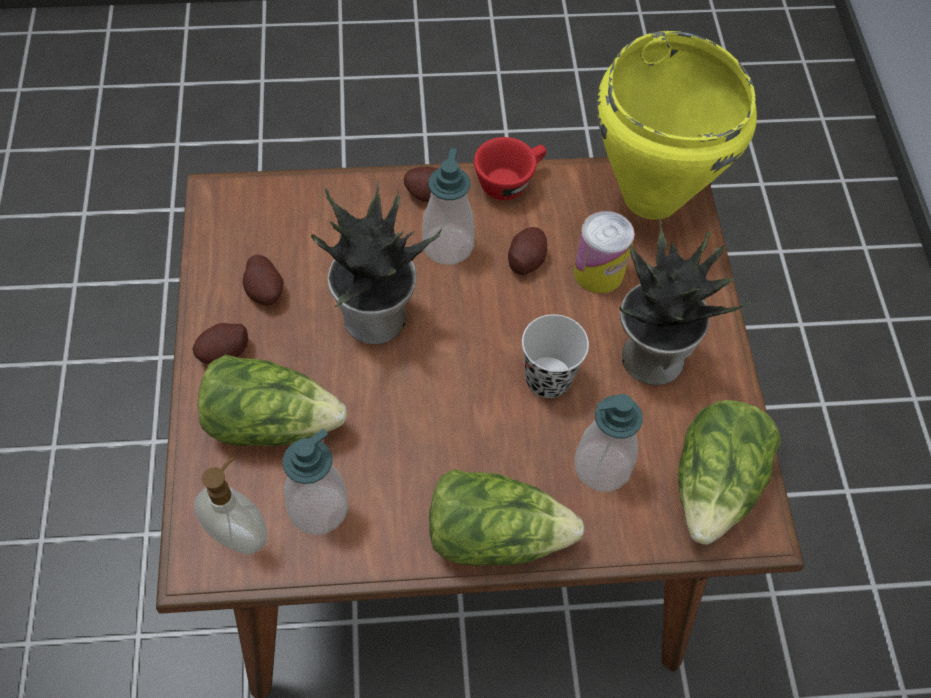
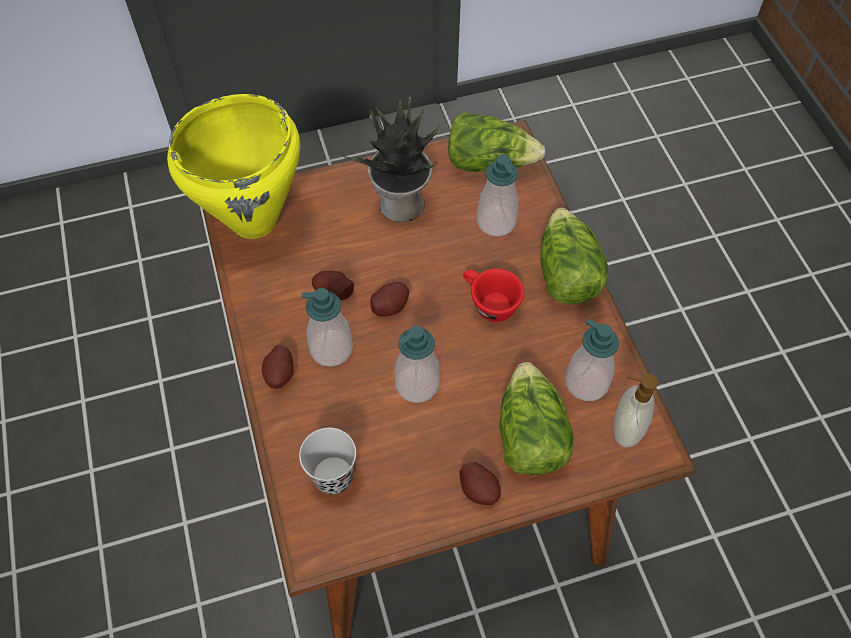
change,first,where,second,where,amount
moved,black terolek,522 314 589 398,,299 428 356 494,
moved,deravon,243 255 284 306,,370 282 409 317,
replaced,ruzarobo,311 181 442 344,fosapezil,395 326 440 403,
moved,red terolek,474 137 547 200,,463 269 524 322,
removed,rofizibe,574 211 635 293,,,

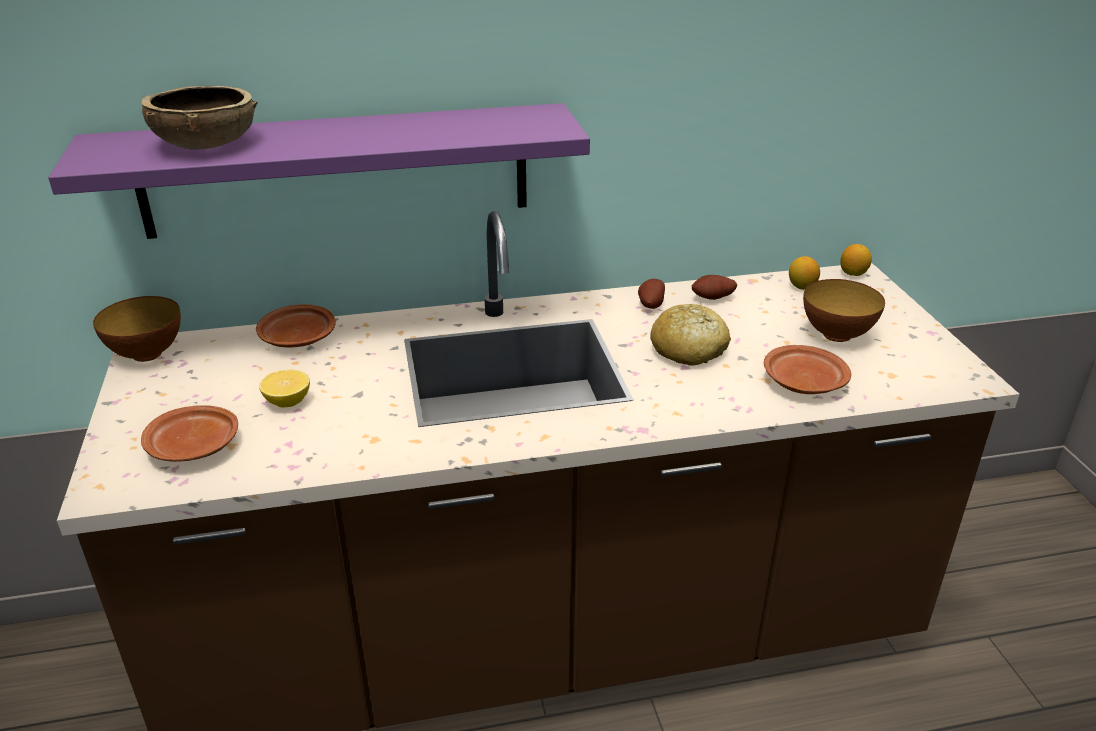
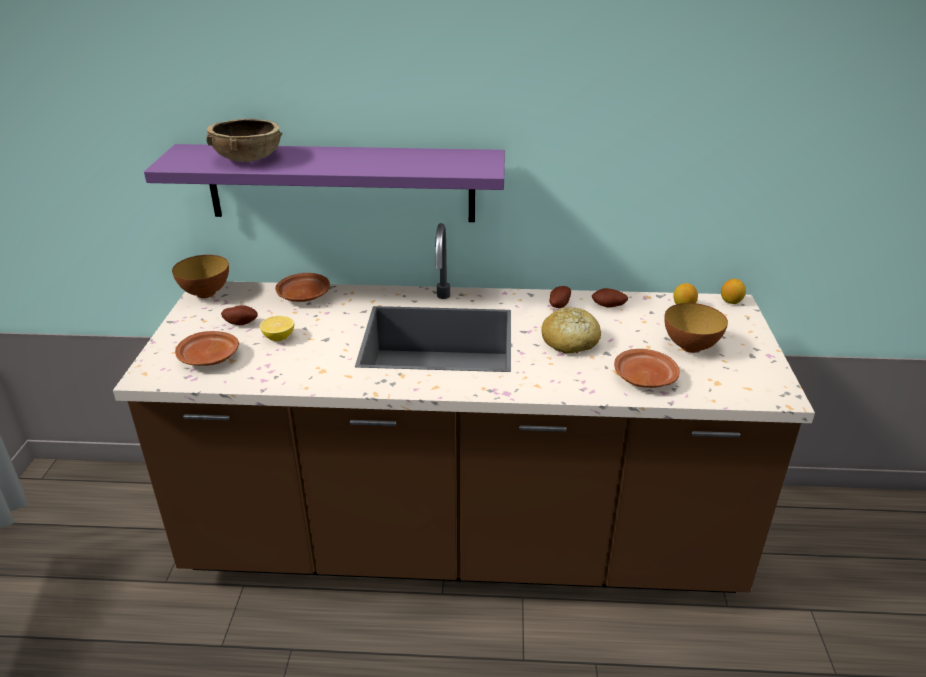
change,first,where,second,where,amount
added,,,deravon,221 305 258 325,

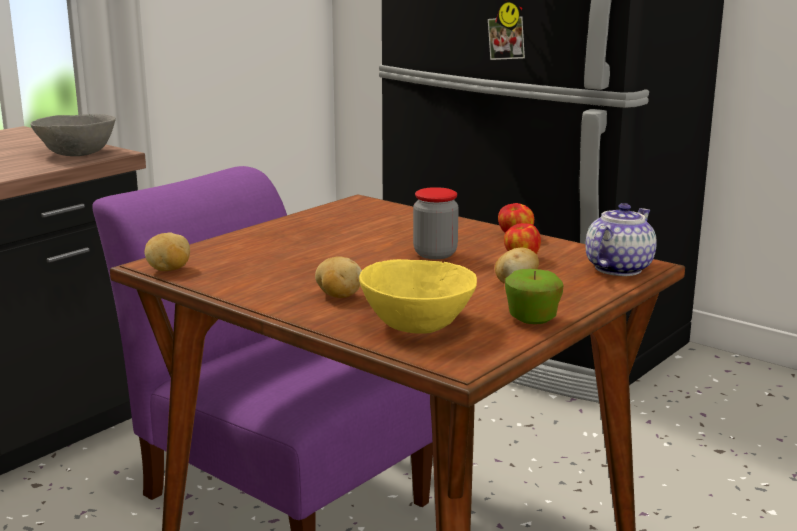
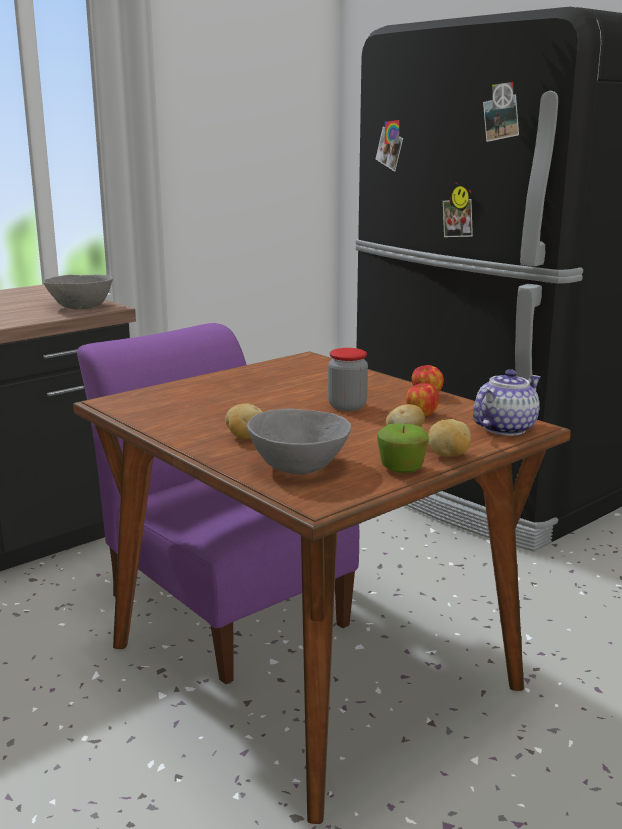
change,first,where,second,where,amount
recoloured,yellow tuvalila,359 259 477 334,grey tuvalila,247 409 351 474,
moved,deravon,145 232 190 271,,428 419 471 457,

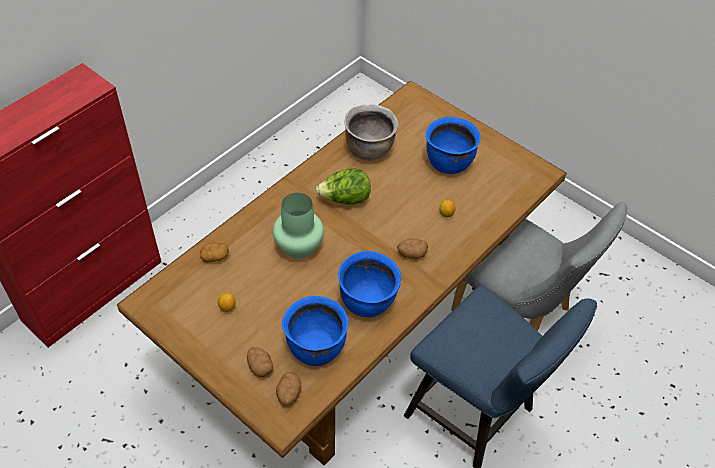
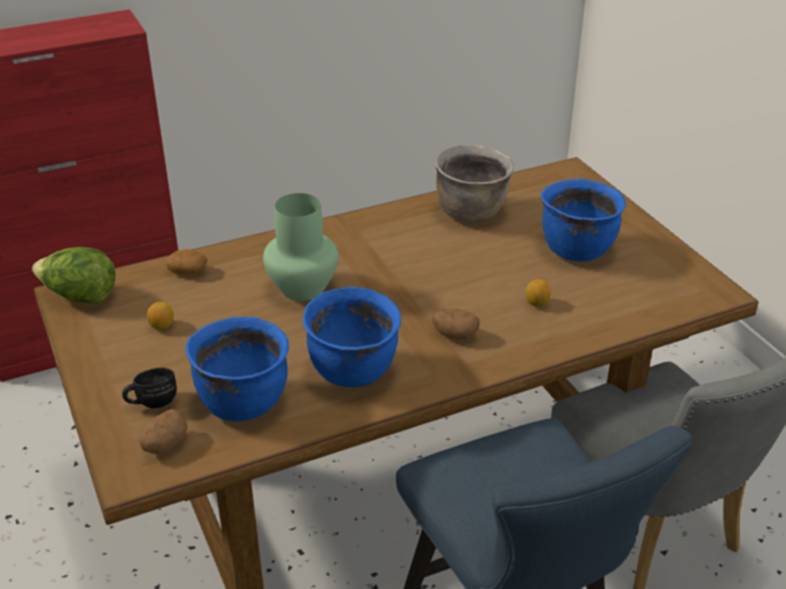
change,first,where,second,where,amount
moved,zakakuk,316 168 370 205,,32 247 116 303,
replaced,deravon,247 347 273 377,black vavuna,122 368 177 408,

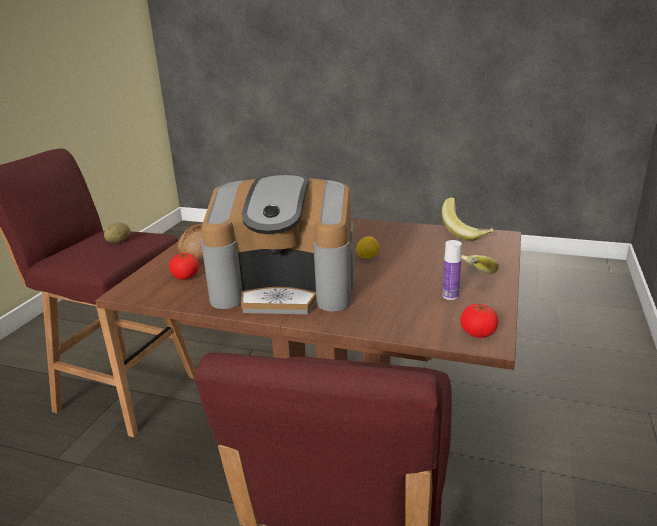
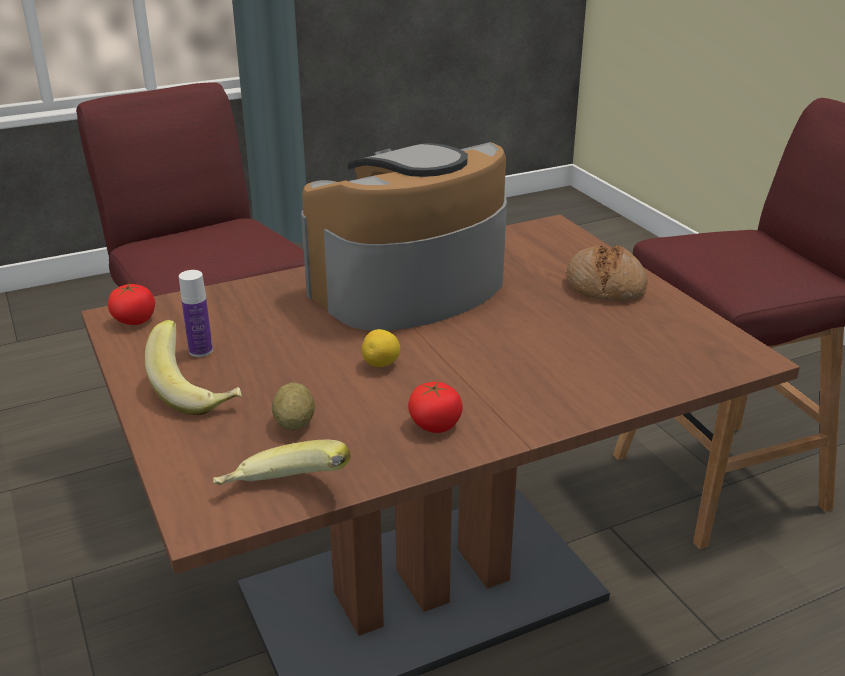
change,first,where,second,where,amount
moved,deravon,104 222 130 243,,272 382 315 430,
moved,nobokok,169 253 199 280,,408 381 463 433,

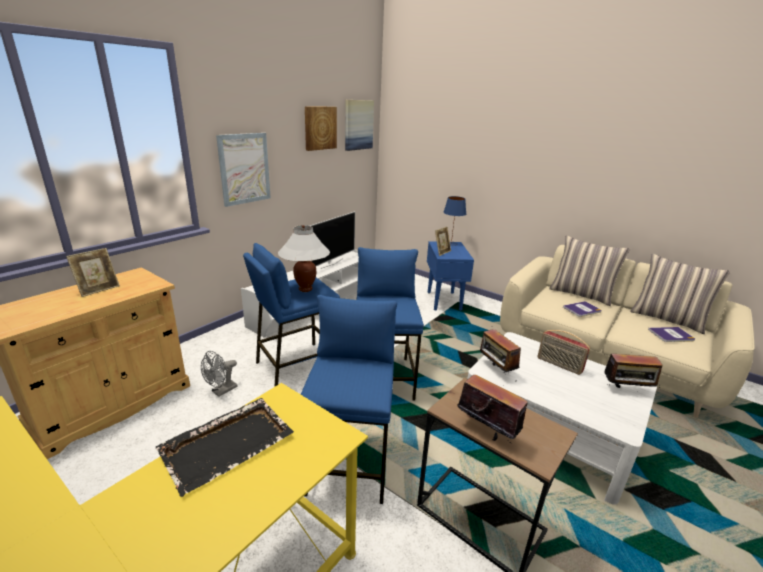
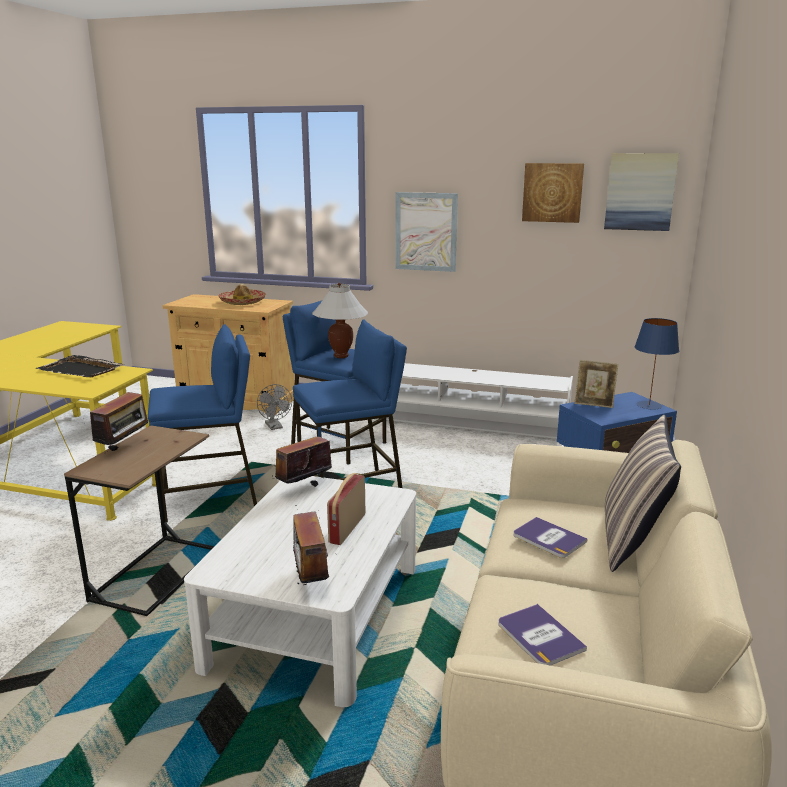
change,first,where,second,where,amount
replaced,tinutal,66 248 120 297,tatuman,218 284 266 305,
turned,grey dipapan,201 351 238 397,,257 384 292 430,135 degrees counterclockwise
removed,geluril,310 211 355 269,,,
removed,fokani,630 253 731 334,,,

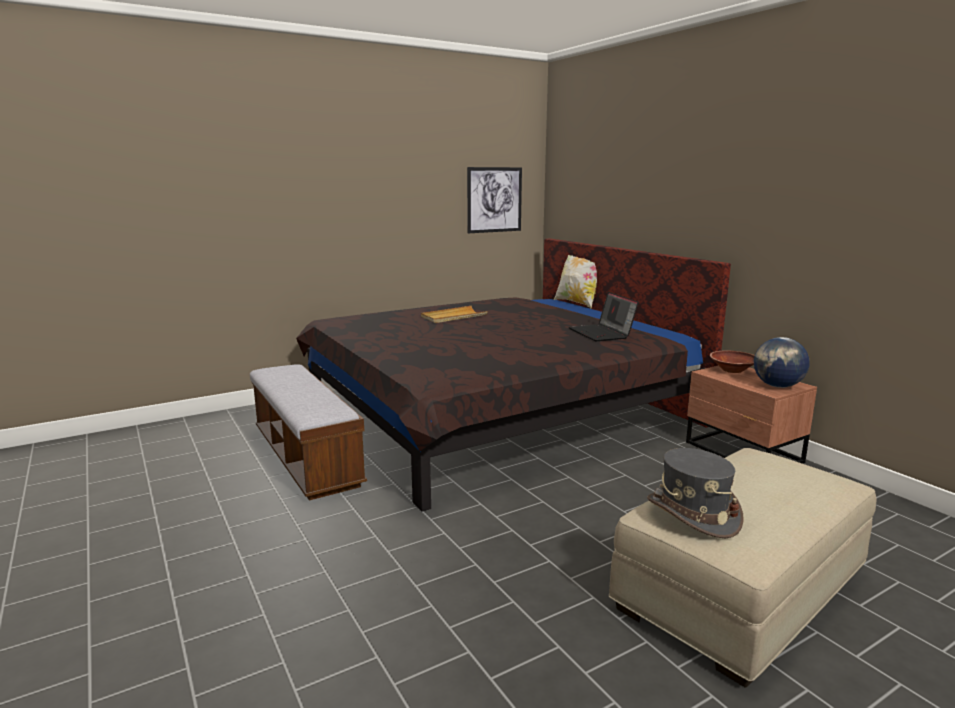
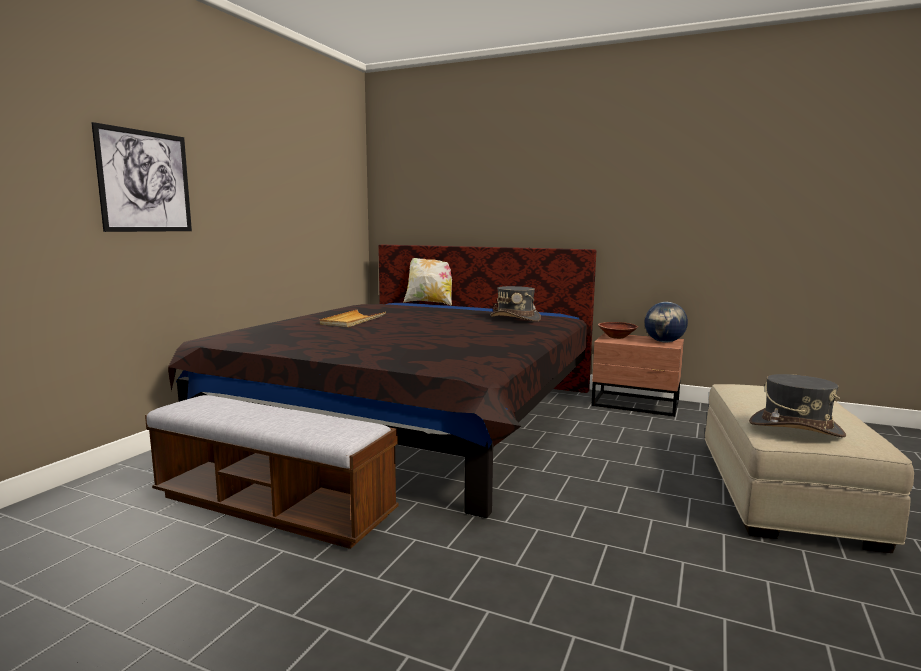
change,first,where,second,where,amount
moved,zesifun,467 167 522 233,,91 122 192 232,
replaced,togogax,569 292 639 341,grey tatuman,490 286 541 322,

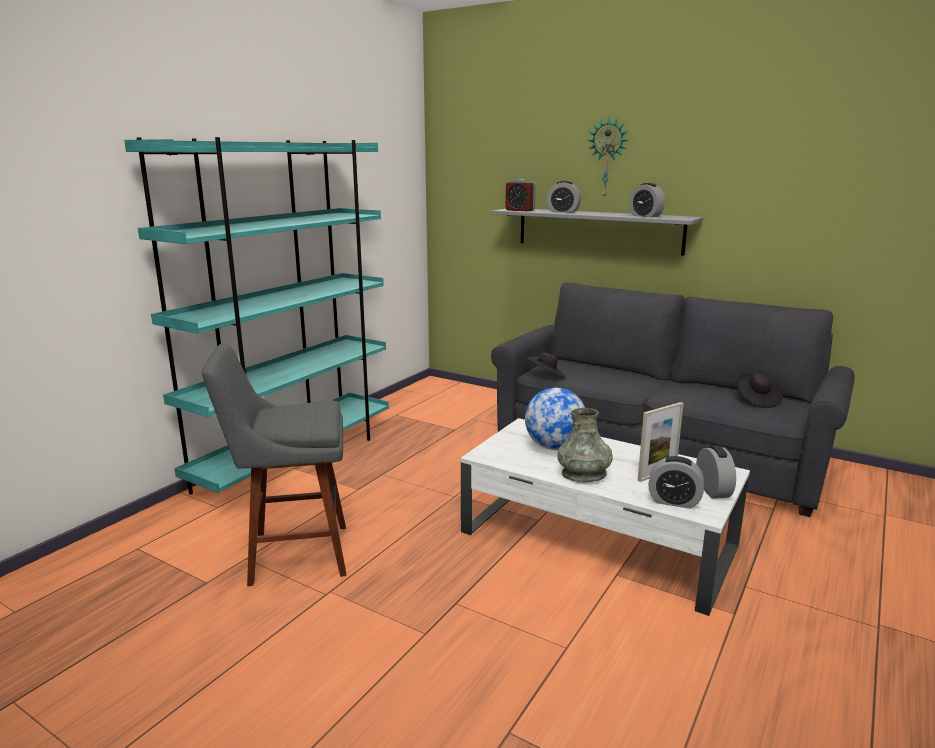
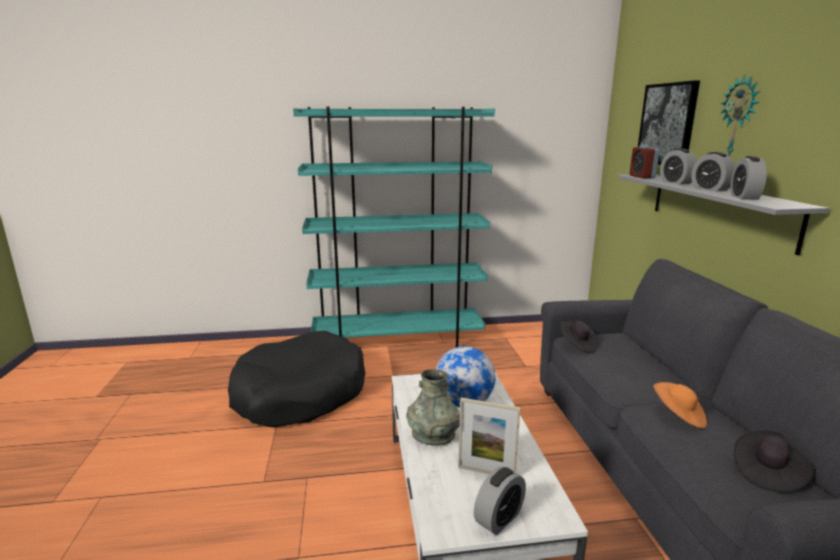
change,first,where,second,where,amount
replaced,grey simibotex,202 343 346 586,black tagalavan,228 331 366 427,
added,,,zesifun,638 80 700 165,
added,,,orange tatuman,653 382 707 428,
moved,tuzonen,648 456 704 509,,691 152 735 192,

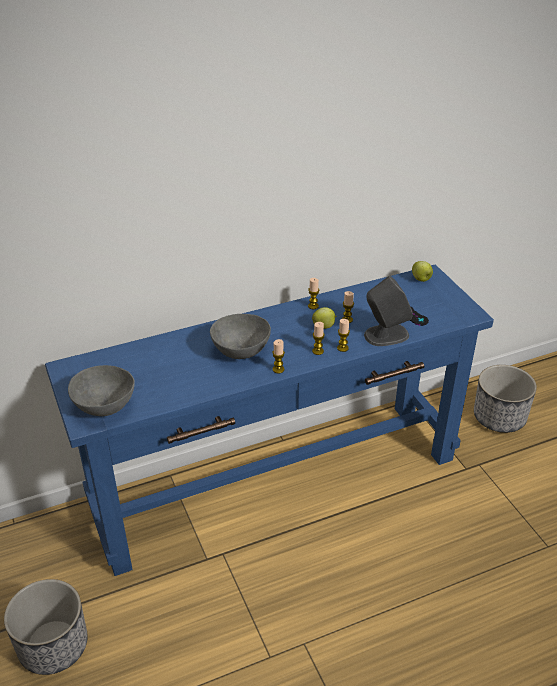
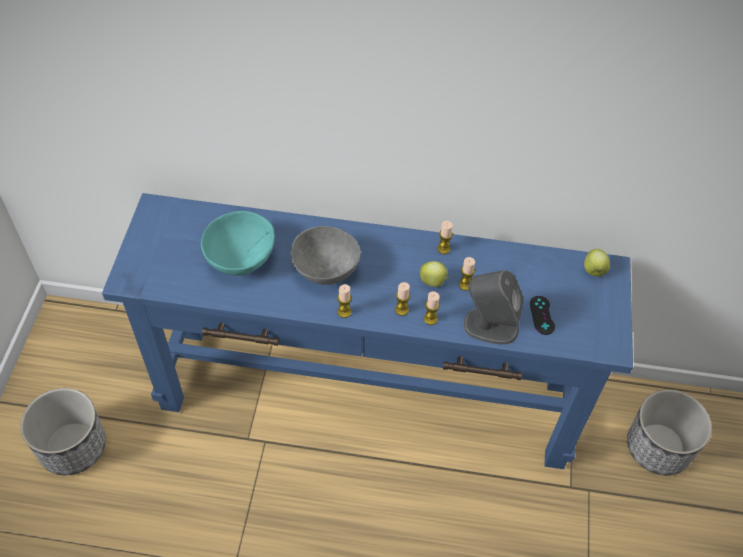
change,first,where,second,where,amount
added,,,turquoise tuvalila,201 211 275 276,
removed,grey tuvalila,68 365 135 416,,,

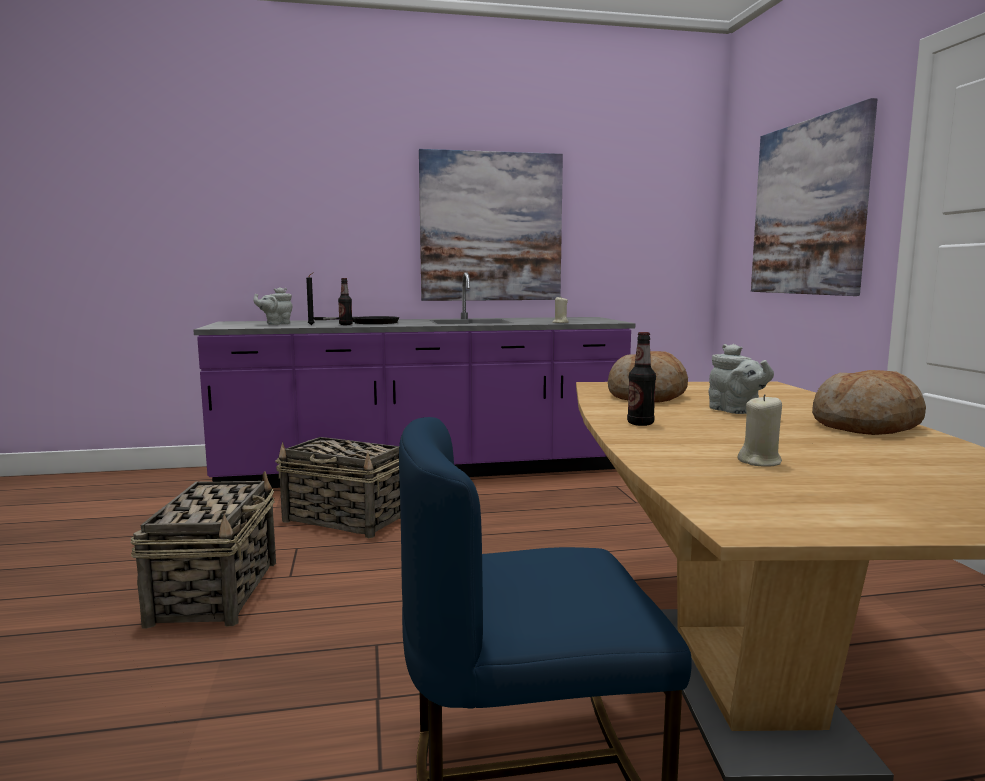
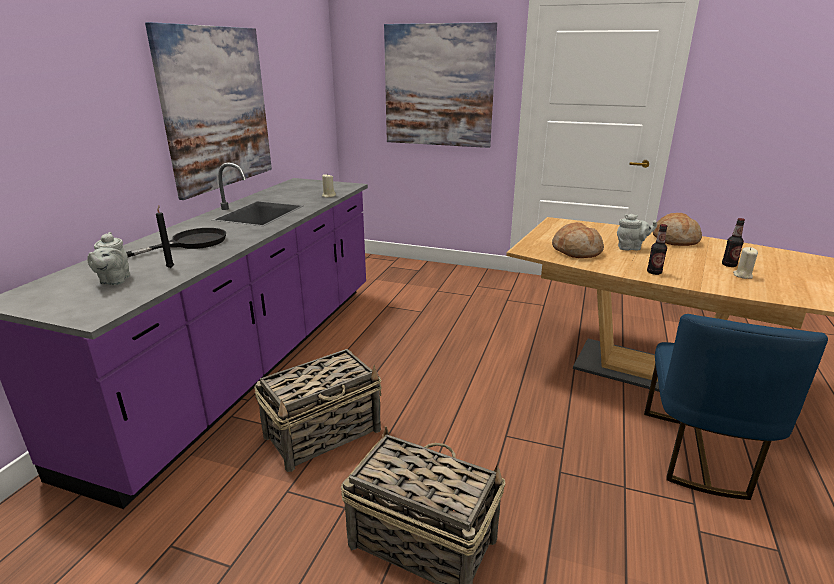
change,first,where,second,where,amount
moved,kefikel,338 278 353 325,,722 218 745 267,

